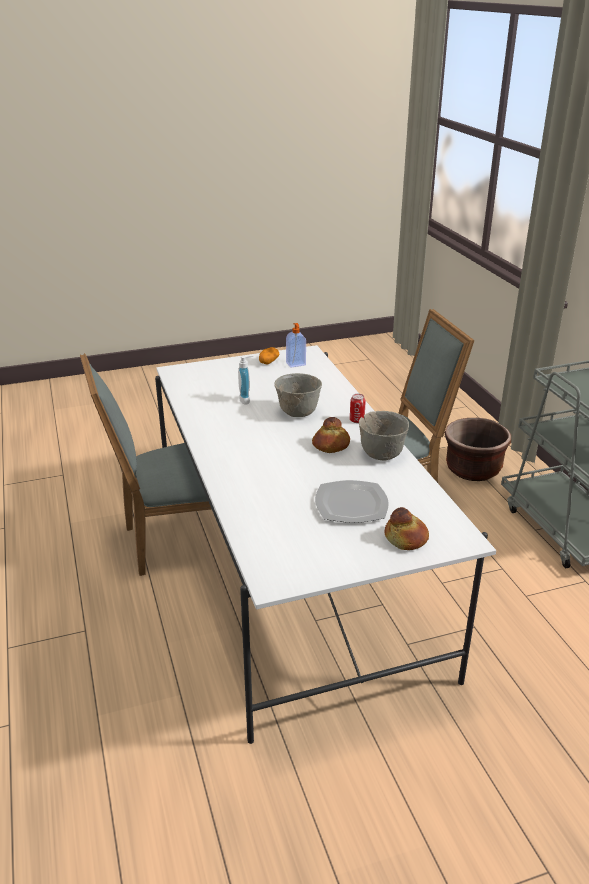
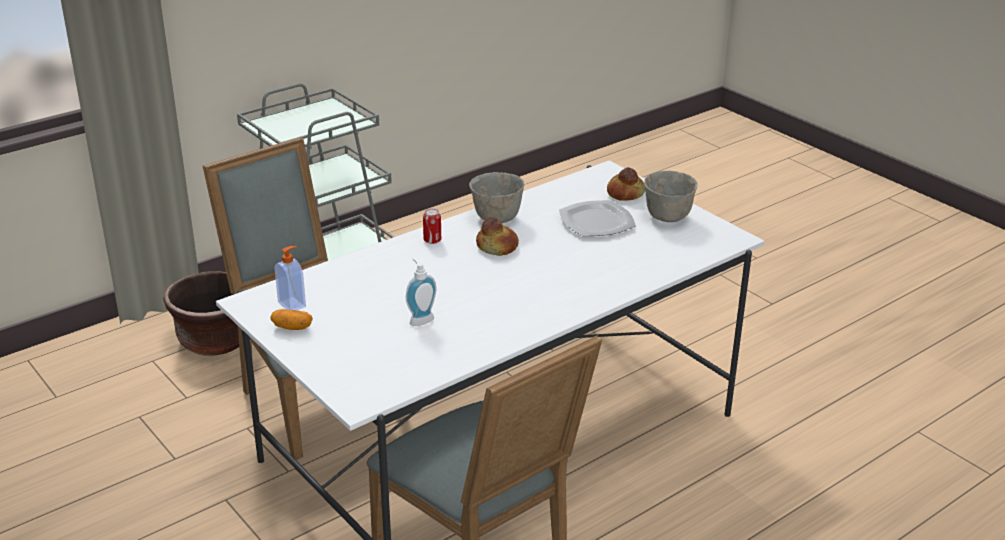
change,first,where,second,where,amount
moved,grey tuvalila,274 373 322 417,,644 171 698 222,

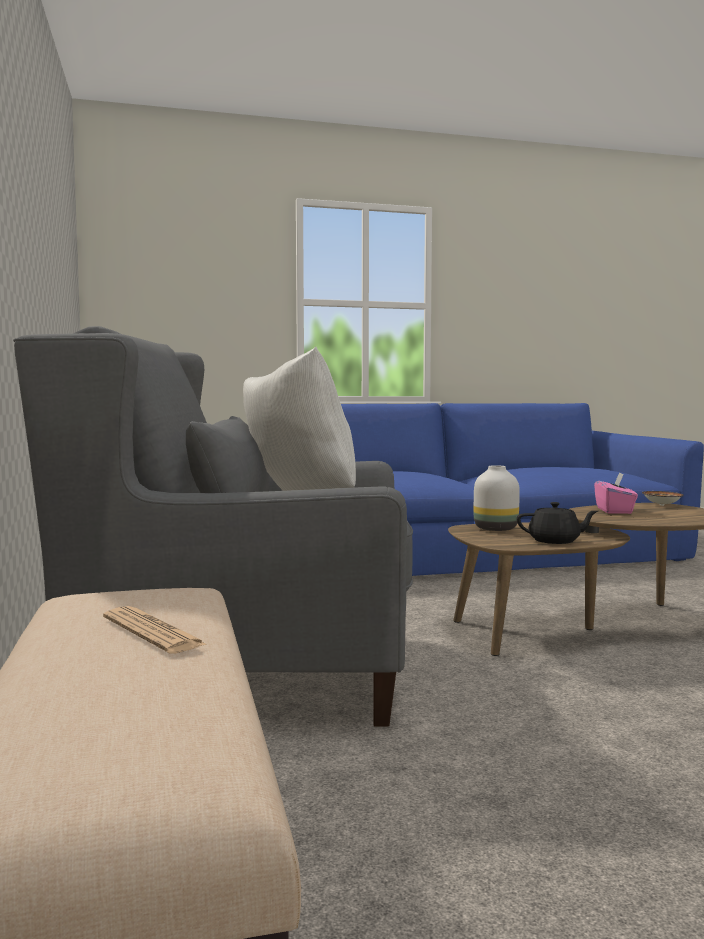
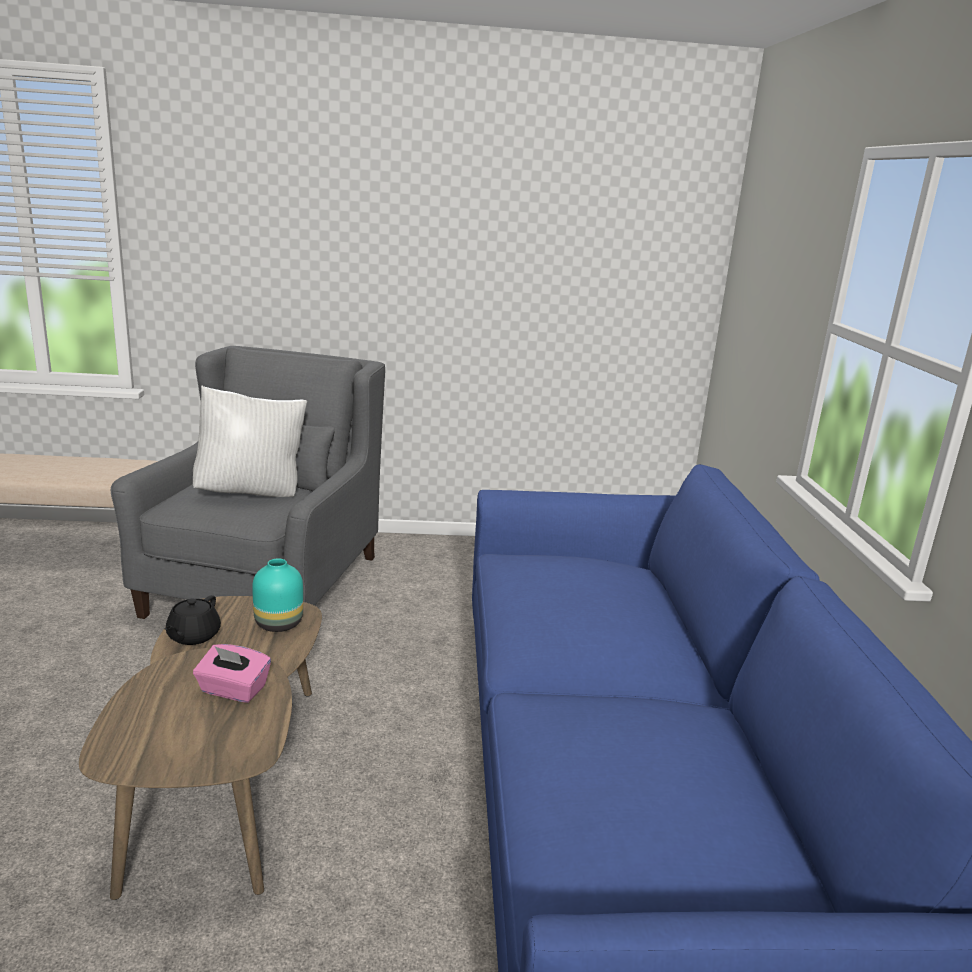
change,first,where,second,where,amount
recoloured,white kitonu,474 465 520 531,turquoise kitonu,252 558 303 632,
removed,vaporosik,103 606 208 654,,,
removed,tuvalila,642 491 684 506,,,

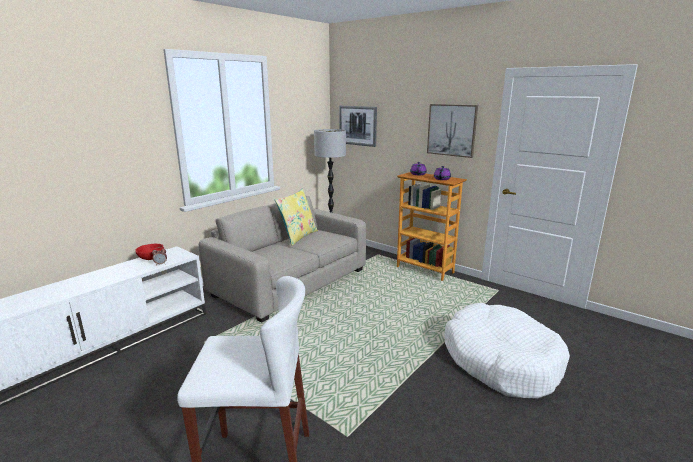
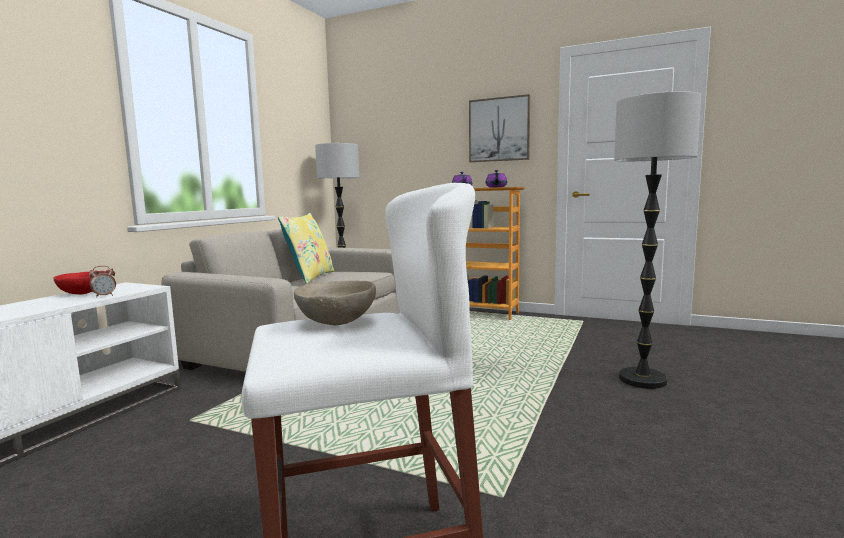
change,first,where,second,where,amount
added,,,beige tuvalila,294 281 376 325,
replaced,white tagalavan,445 303 570 399,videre,614 91 701 389,
removed,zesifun,339 106 377 147,,,

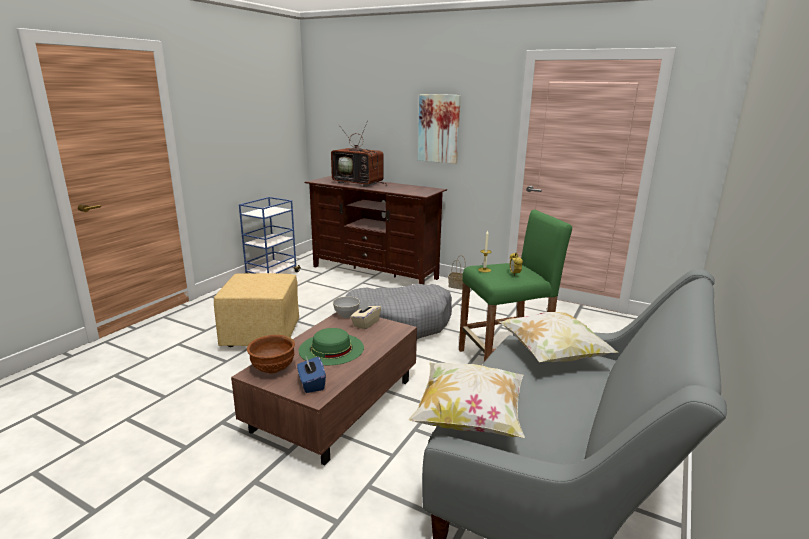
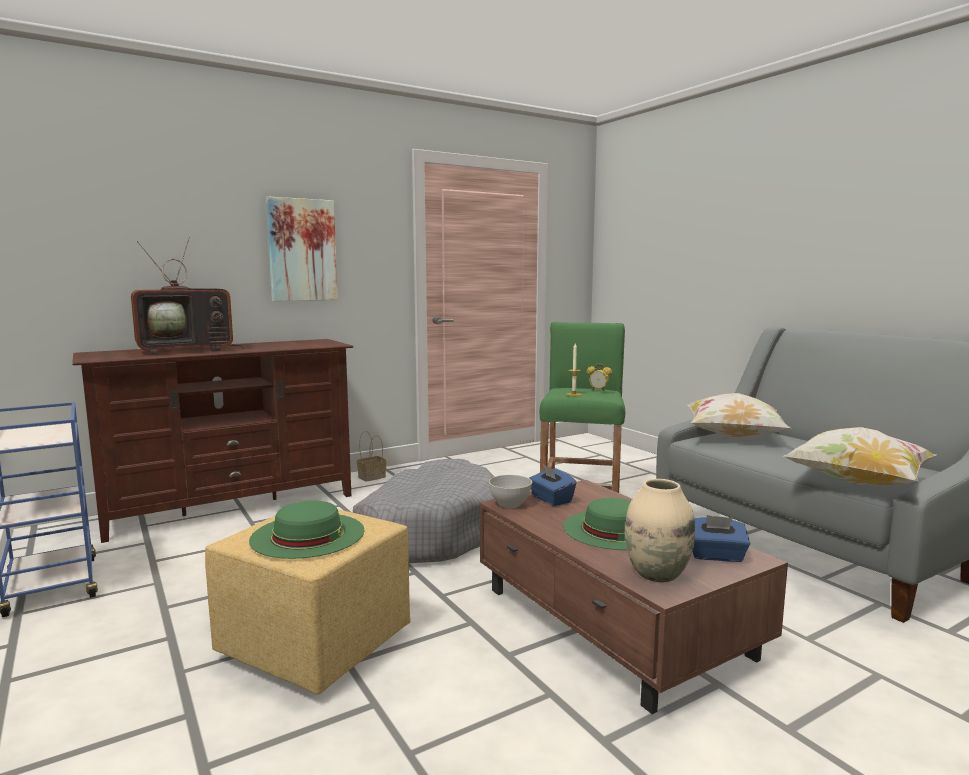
change,first,where,second,where,amount
added,,,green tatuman,249 501 364 559,
recoloured,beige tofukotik,350 300 381 329,blue tofukotik,529 464 576 506,
replaced,brown tuvalila,247 335 295 374,beige kitonu,625 479 695 583,

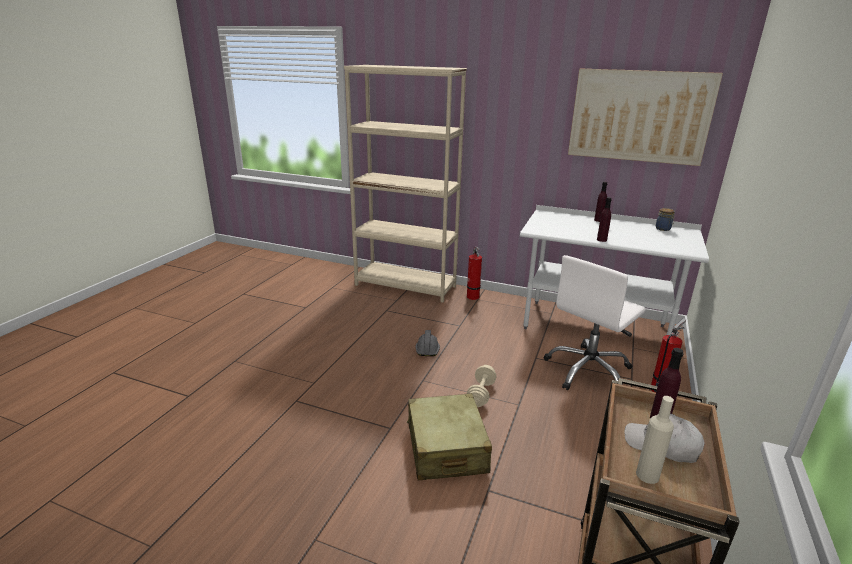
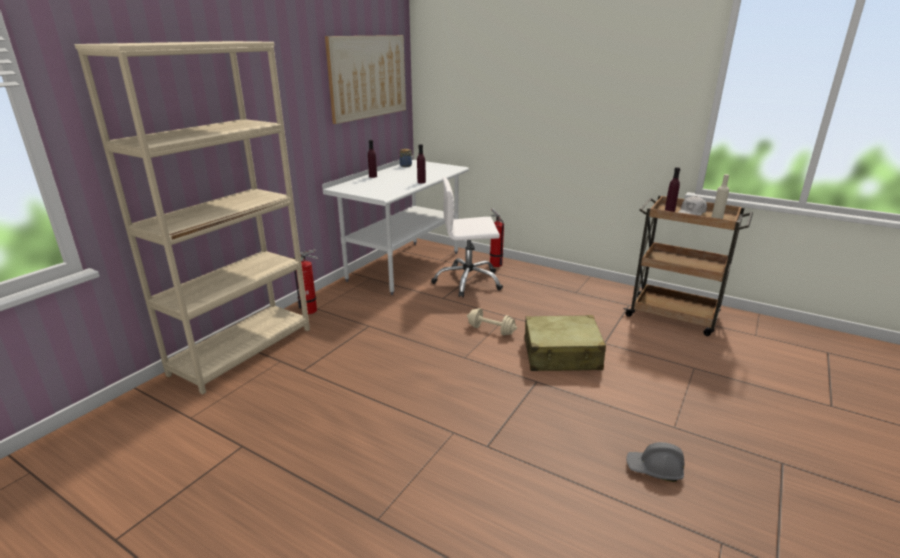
change,first,where,second,where,amount
turned,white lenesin,544 255 646 390,,431 177 503 297,120 degrees clockwise
moved,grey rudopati,415 330 440 356,,626 442 684 482,

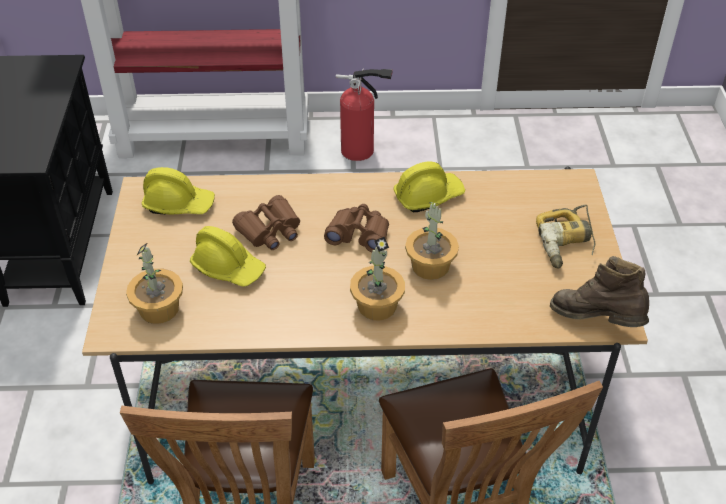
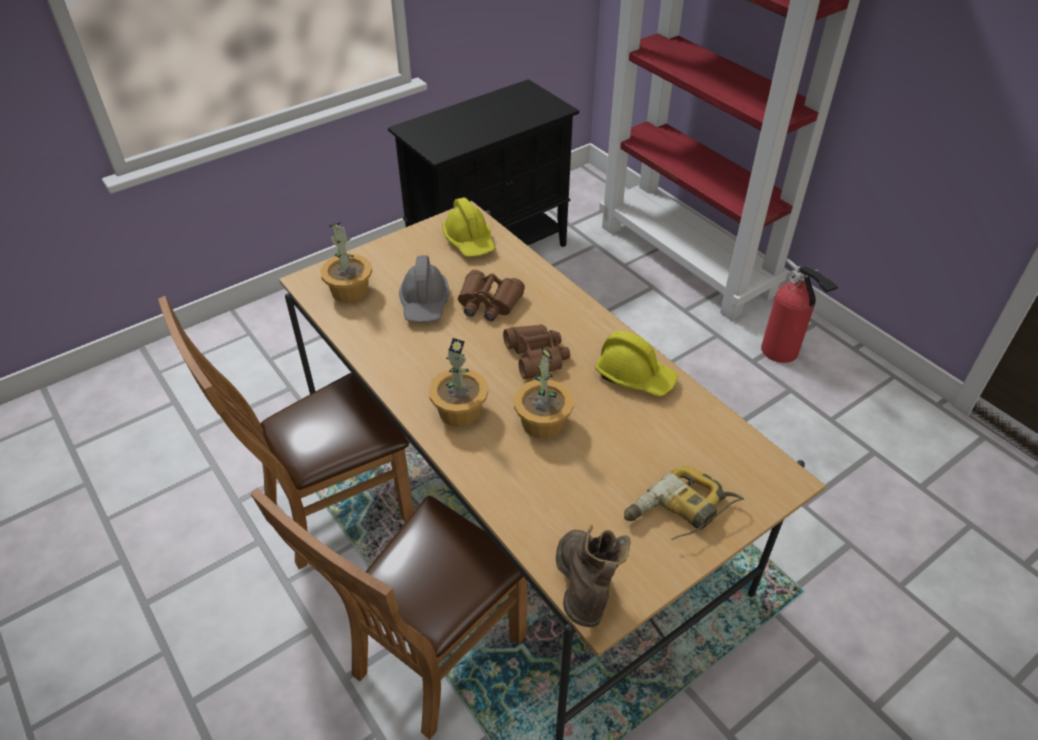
change,first,where,second,where,amount
recoloured,yellow rudopati,190 226 266 287,grey rudopati,399 256 449 322,

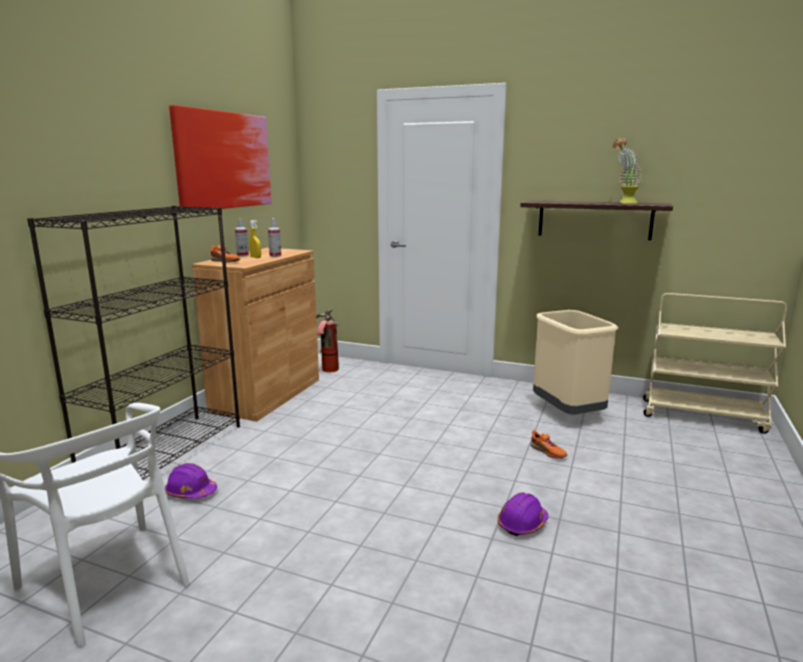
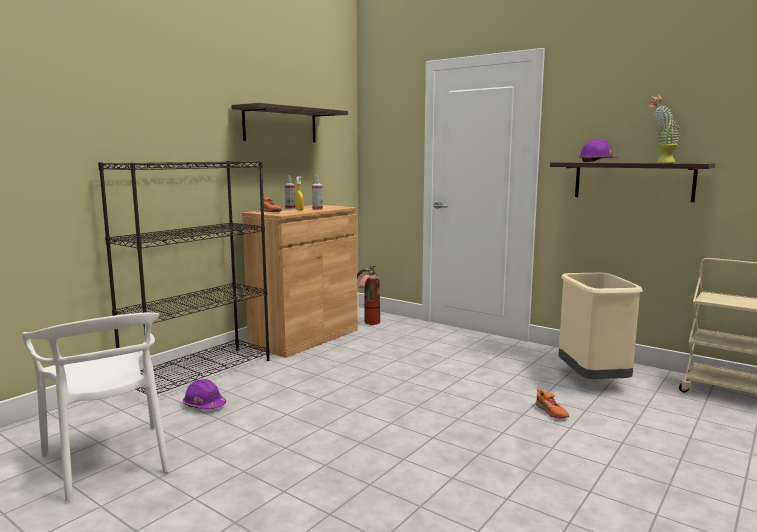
change,first,where,second,where,amount
replaced,zesifun,169 105 272 211,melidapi,231 103 348 143,
moved,purple rudopati,498 492 549 536,,578 139 617 162,

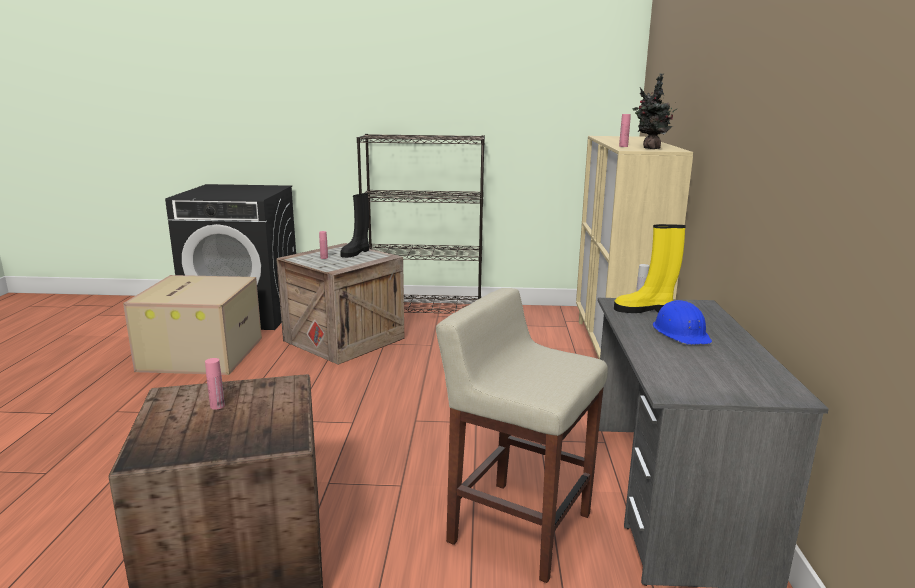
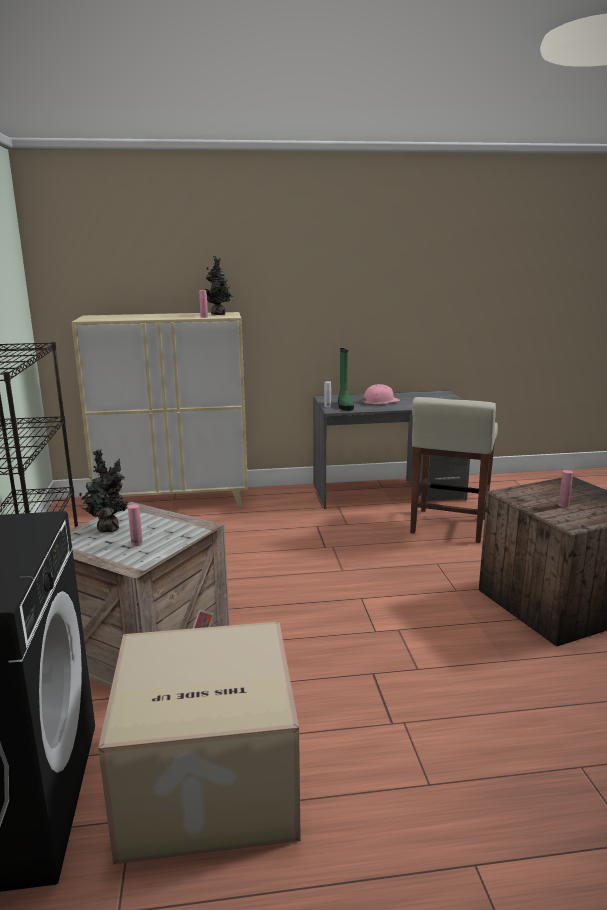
change,first,where,second,where,amount
replaced,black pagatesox,340 193 369 258,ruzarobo,79 449 128 533,
recoloured,yellow pagatesox,614 224 686 313,green pagatesox,338 348 354 411,
recoloured,blue rudopati,653 300 712 345,pink rudopati,361 384 400 404,

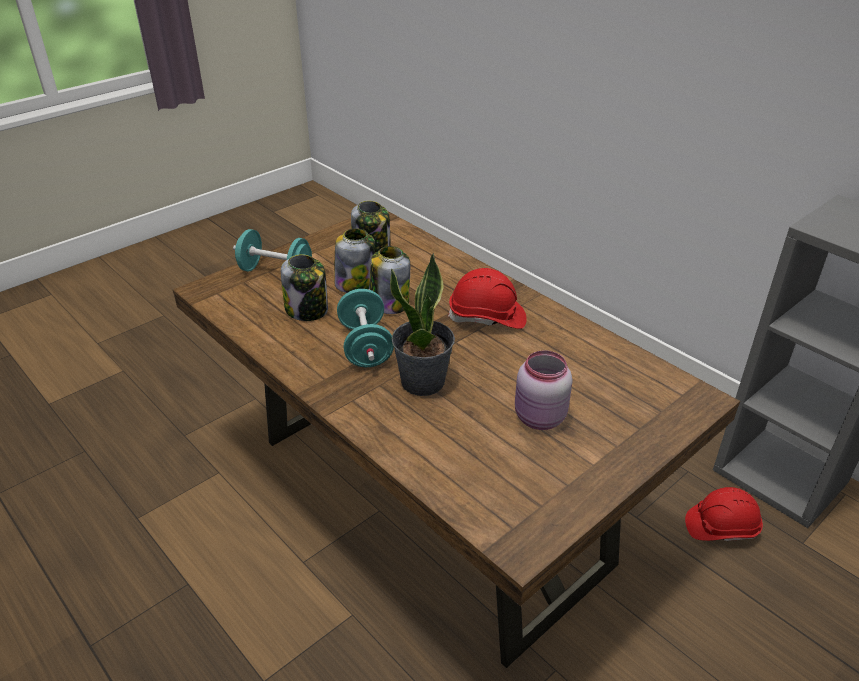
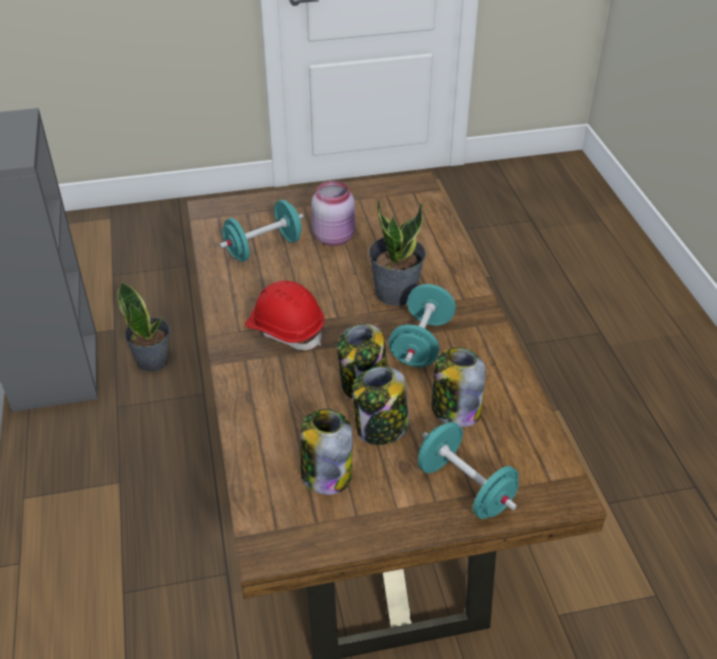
change,first,where,second,where,amount
replaced,red rudopati,685 487 763 541,ruzarobo,117 282 170 372,
added,,,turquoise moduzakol,219 200 304 262,

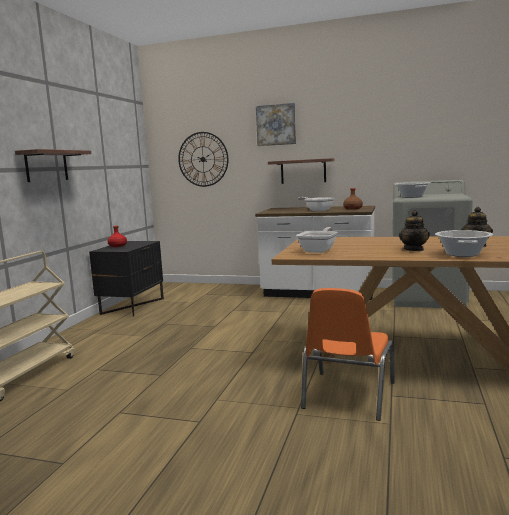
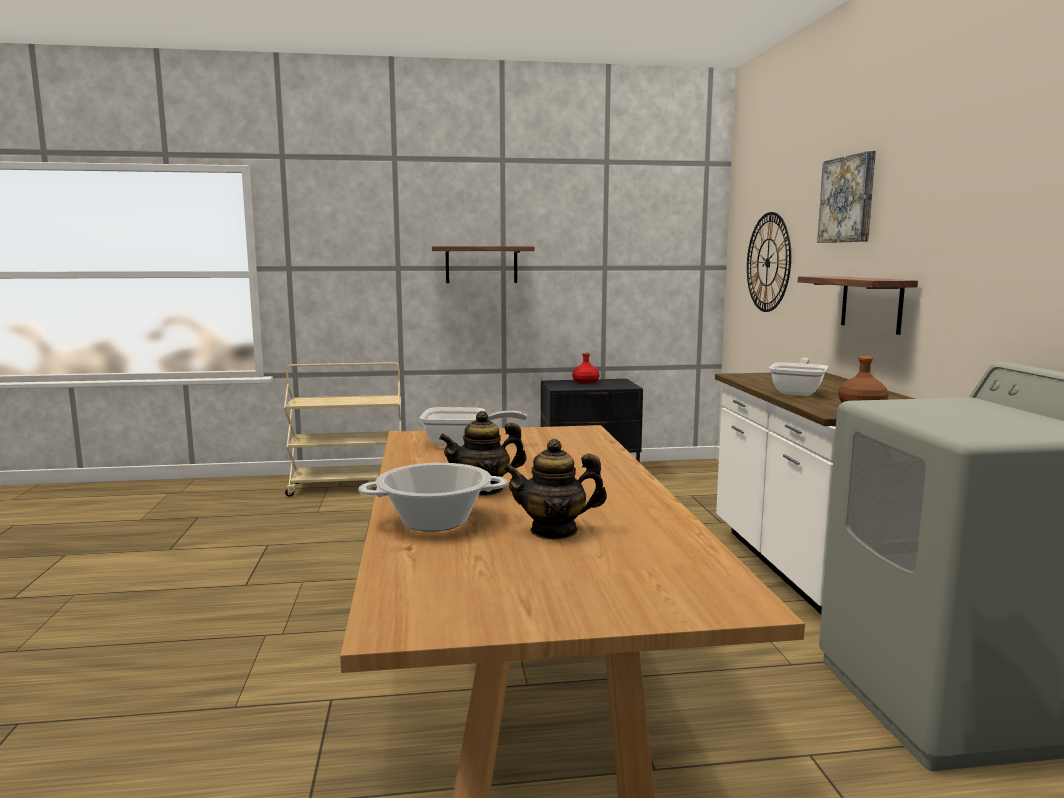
change,first,where,second,where,amount
removed,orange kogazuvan,301 288 395 421,,,
removed,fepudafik,395 182 430 198,,,

